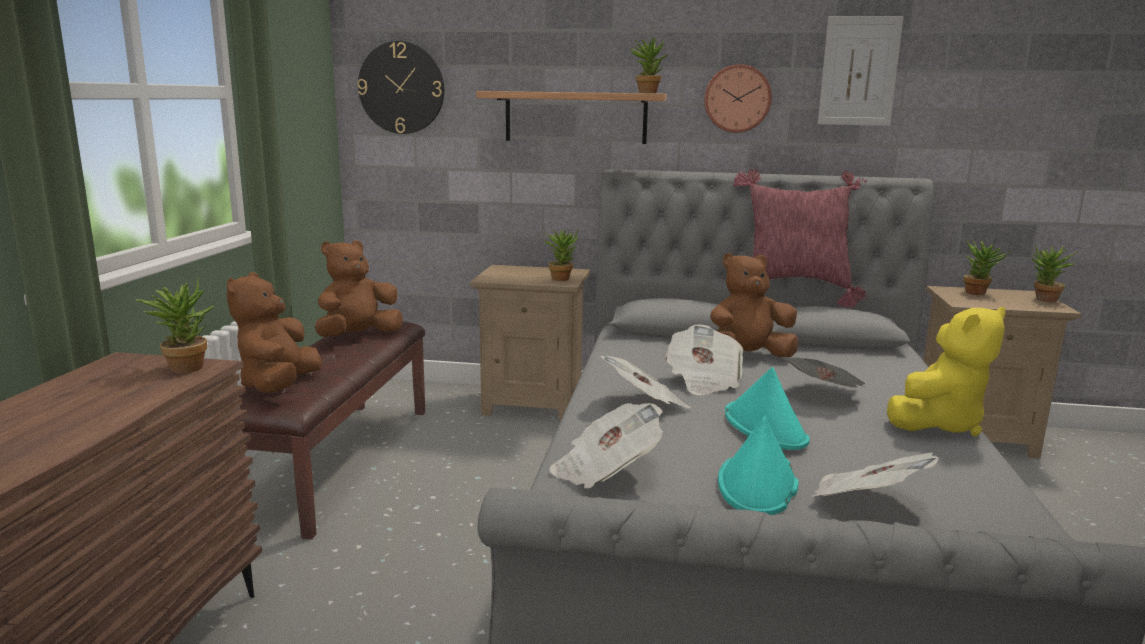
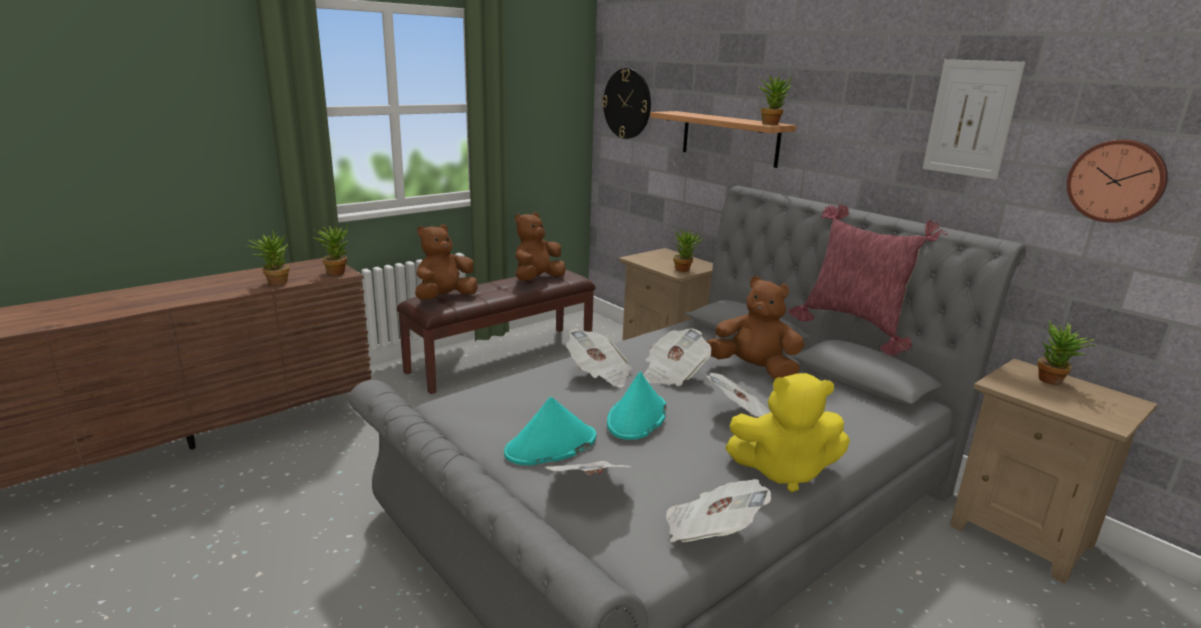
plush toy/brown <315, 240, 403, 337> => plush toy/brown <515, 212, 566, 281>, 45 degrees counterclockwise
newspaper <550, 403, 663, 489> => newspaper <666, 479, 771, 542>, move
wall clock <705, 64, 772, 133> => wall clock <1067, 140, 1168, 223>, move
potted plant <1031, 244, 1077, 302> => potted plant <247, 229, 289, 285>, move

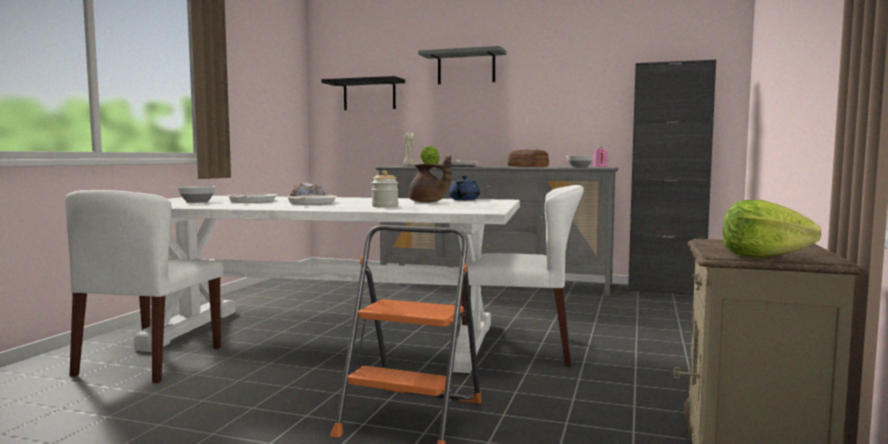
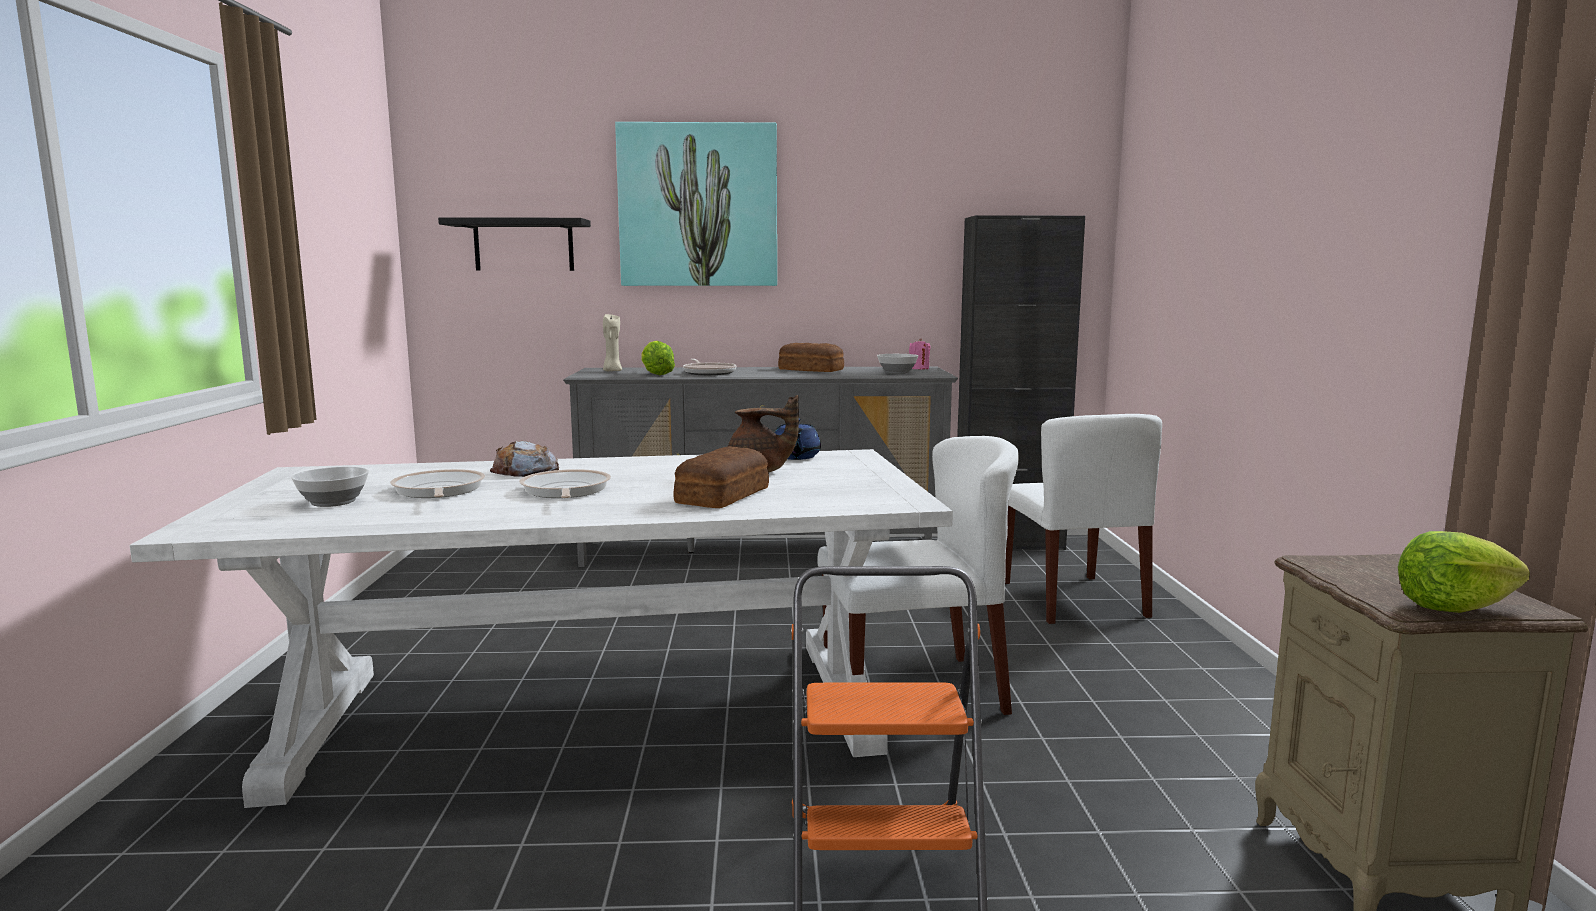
chair/white <65, 190, 223, 383> => chair/white <1005, 414, 1162, 624>, move
jar <372, 171, 398, 208> => bread <674, 446, 769, 508>
shelf/grey <418, 46, 506, 84> => picture <615, 122, 777, 286>

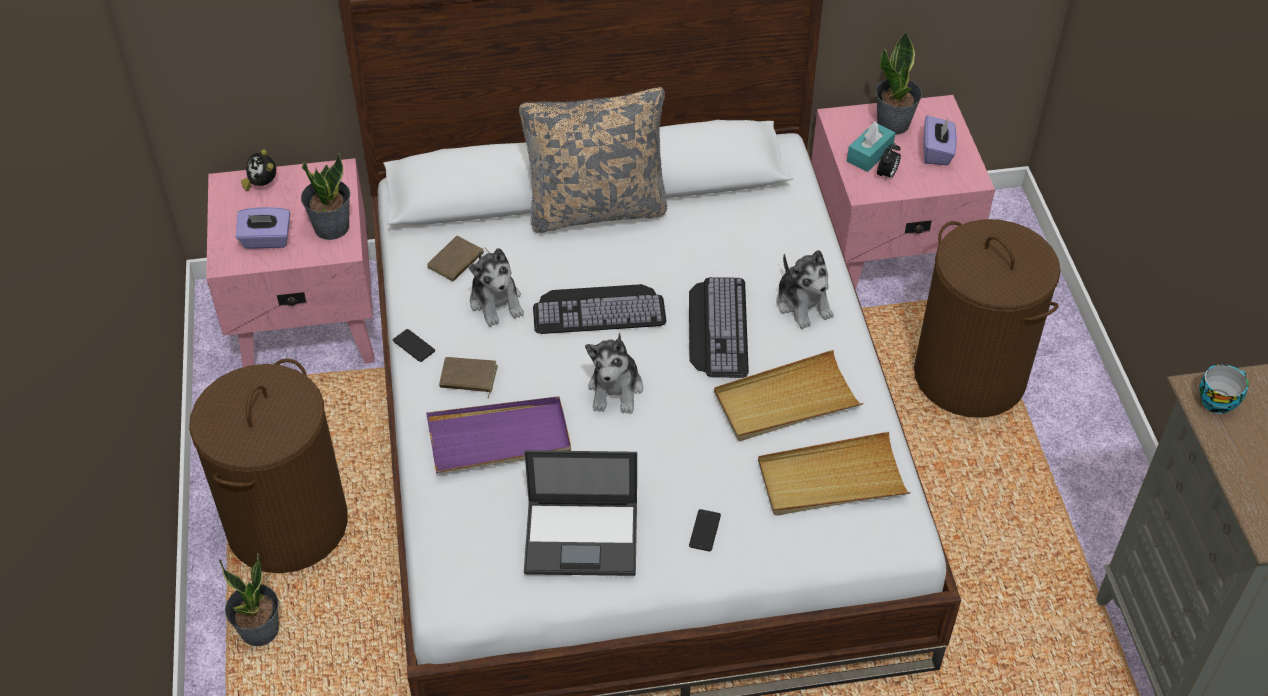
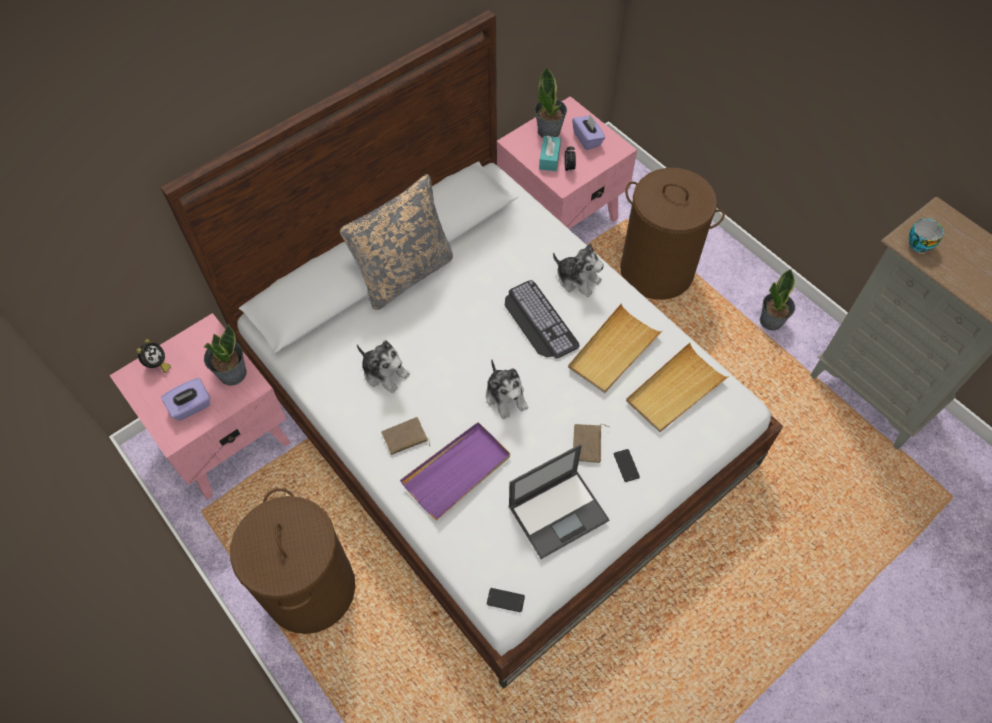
potted plant <219, 553, 279, 646> => potted plant <760, 269, 795, 331>, move
alarm clock <241, 149, 276, 191> => alarm clock <136, 339, 171, 373>, 105 degrees counterclockwise
phone <393, 329, 435, 362> => phone <487, 588, 525, 612>, move
book/brown <427, 236, 490, 282> => book/brown <573, 424, 609, 463>, move
keyboard <533, 284, 666, 334> => nothing

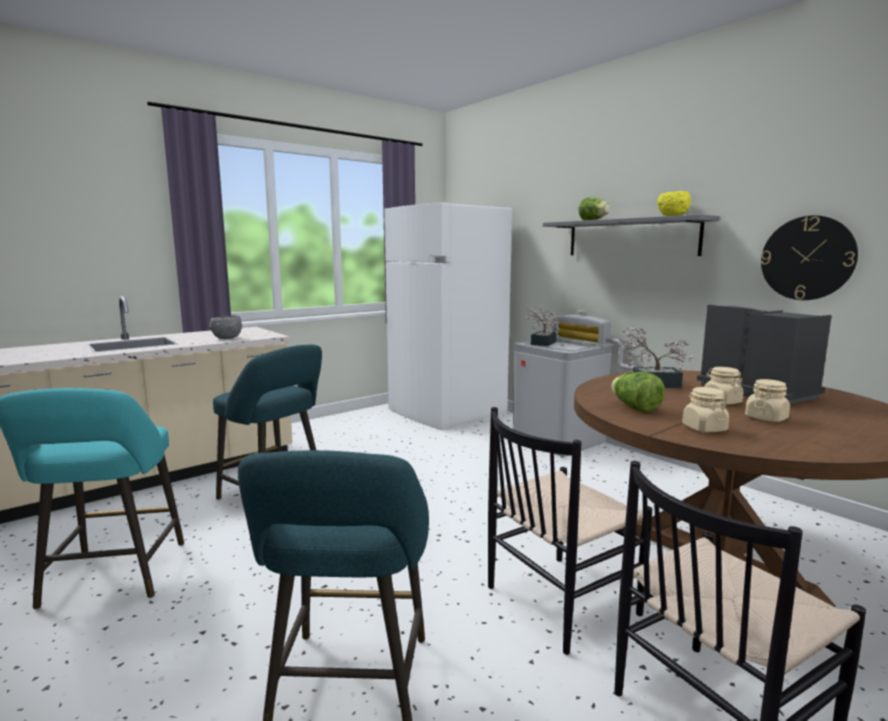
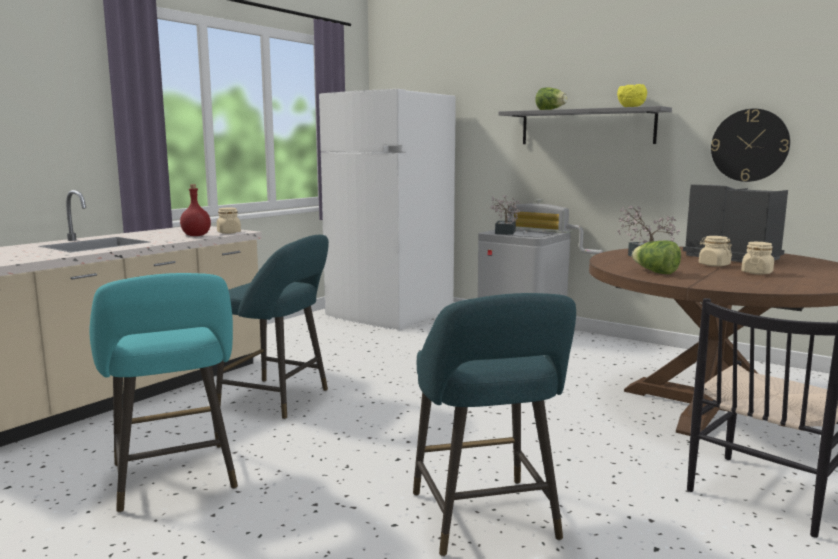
bowl/grey <209, 315, 242, 339> => bottle/red <180, 184, 211, 236>
chair/black <488, 407, 652, 655> => nothing
jar/beige <682, 387, 729, 432> => jar/beige <217, 208, 241, 234>, move

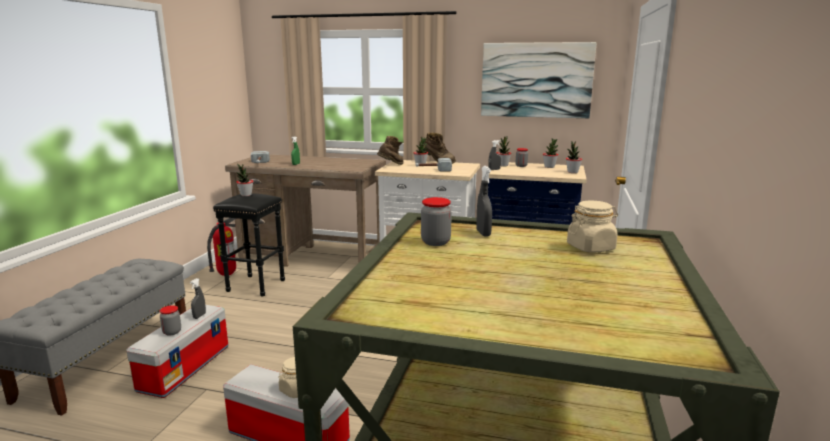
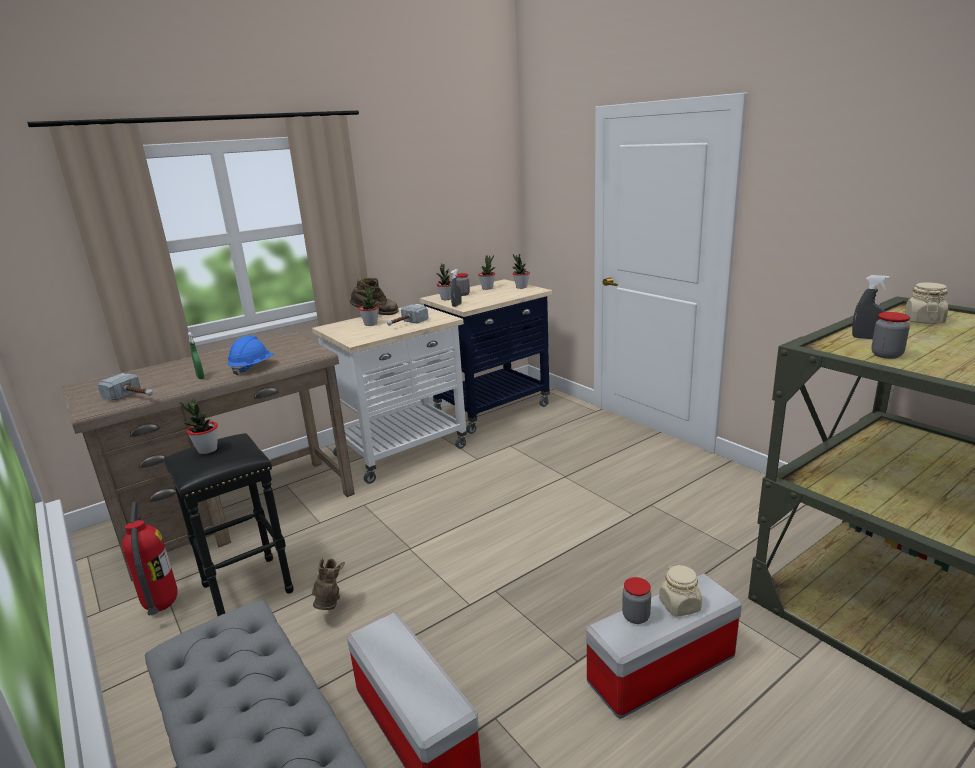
jar <160, 305, 181, 335> => jar <622, 577, 651, 624>, move
spray bottle/grey <190, 278, 206, 319> => nothing
boot/brown <377, 136, 404, 165> => boot/brown <312, 558, 345, 610>, move
picture <481, 42, 597, 118> => nothing
nothing => hard hat/blue <228, 335, 274, 376>

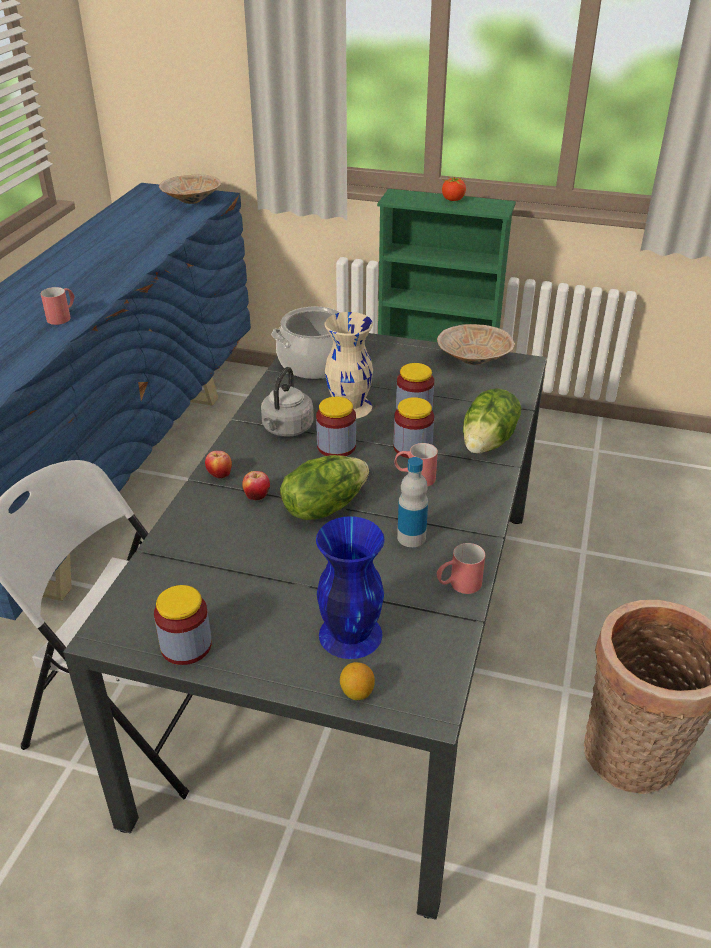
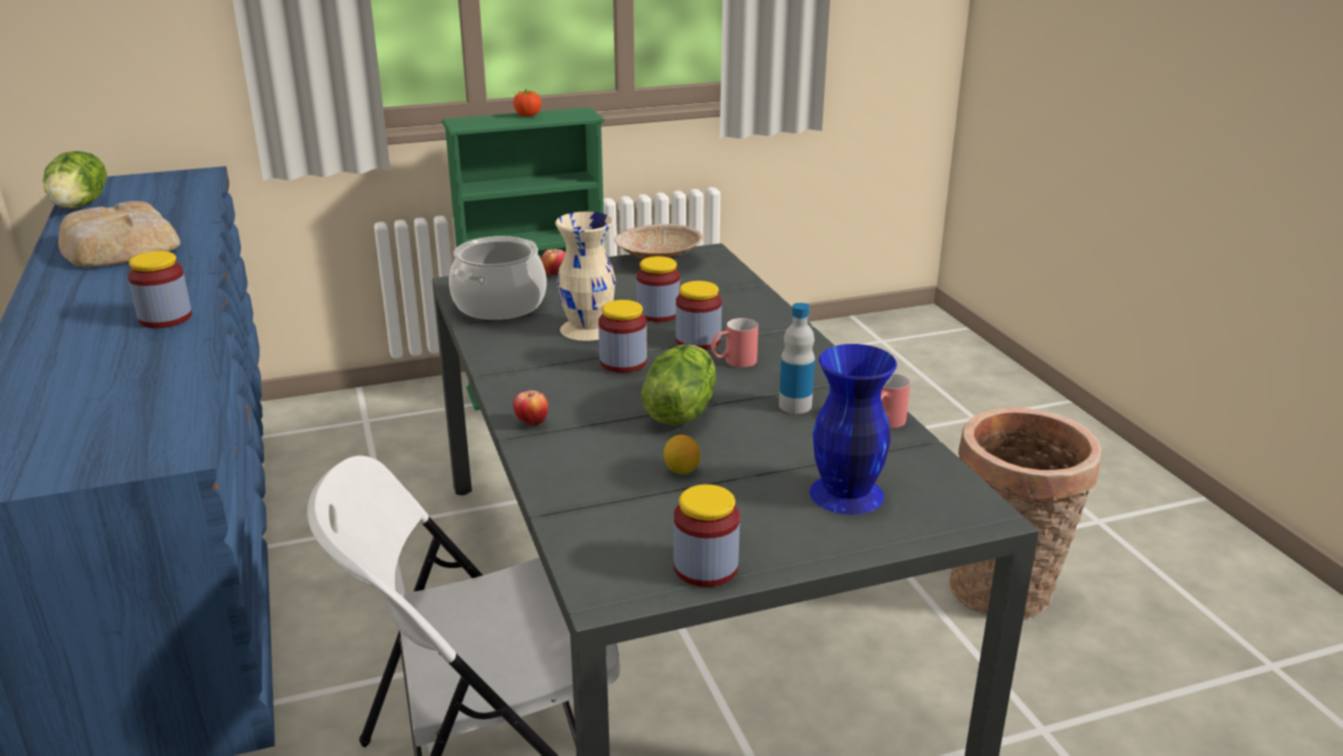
mug/red <41, 287, 74, 325> => jar <128, 251, 192, 328>
bowl/beige <159, 174, 221, 204> => nothing
apple <242, 471, 270, 500> => apple <541, 249, 565, 276>, move
kettle/grey <261, 367, 314, 437> => nothing
lemon <340, 662, 375, 700> => lemon <664, 435, 700, 475>, move
lettuce <463, 388, 521, 454> => lettuce <43, 151, 107, 208>, move
nothing => bread <58, 201, 180, 267>

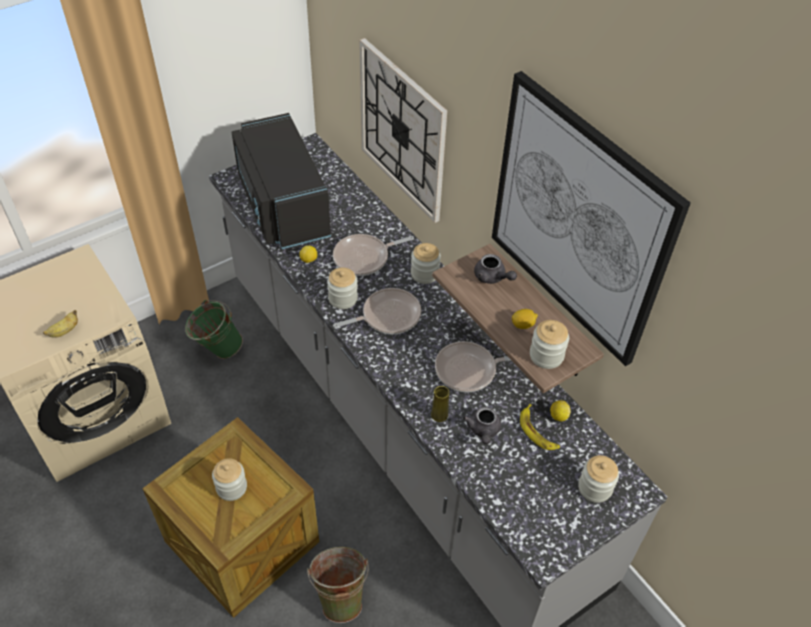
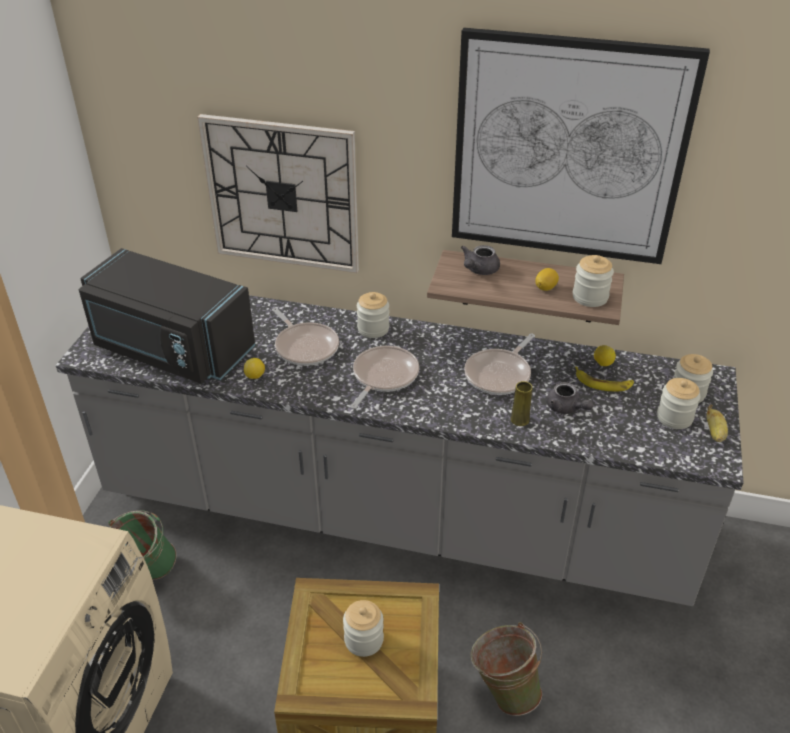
banana <43, 310, 78, 338> => banana <706, 404, 728, 442>, move
jar <327, 267, 358, 309> => jar <657, 378, 700, 429>, move
frying pan <333, 234, 414, 276> => frying pan <272, 308, 339, 366>, 60 degrees counterclockwise
teapot/grey <474, 254, 517, 284> => teapot/grey <461, 245, 500, 275>, 120 degrees clockwise

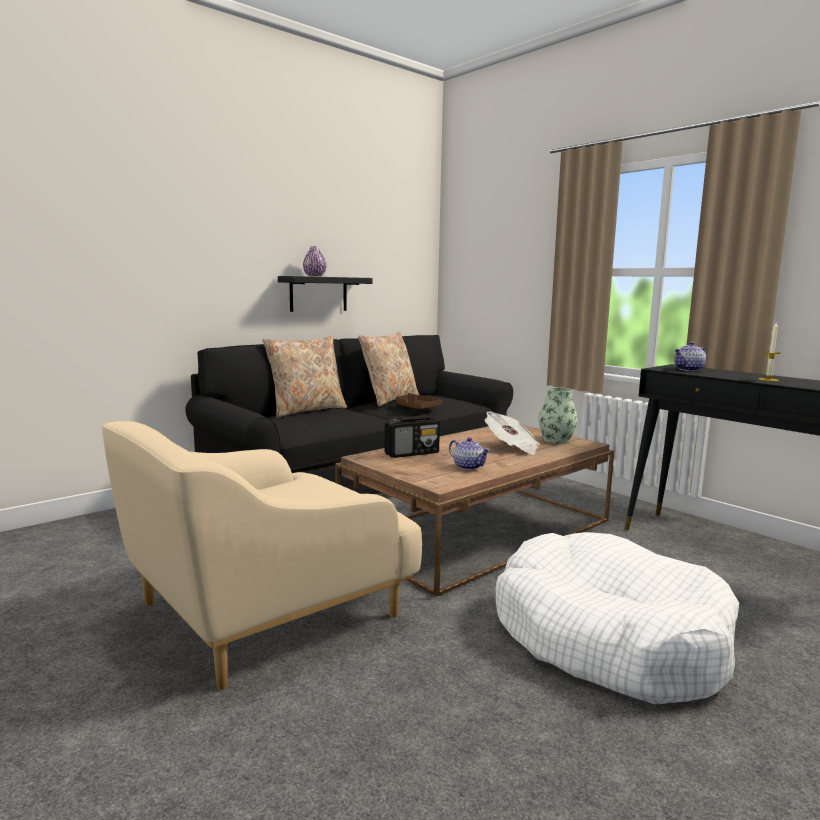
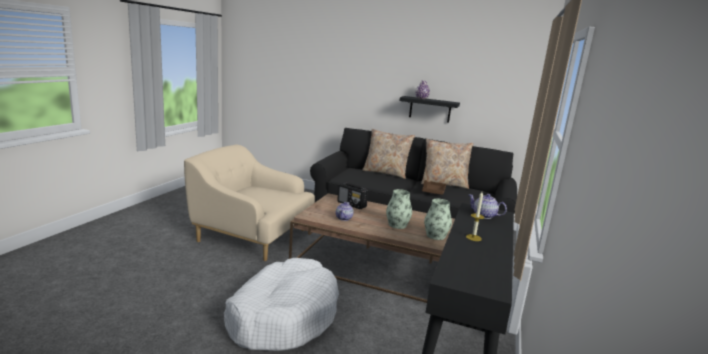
newspaper <485, 411, 540, 455> => vase <386, 189, 412, 229>

